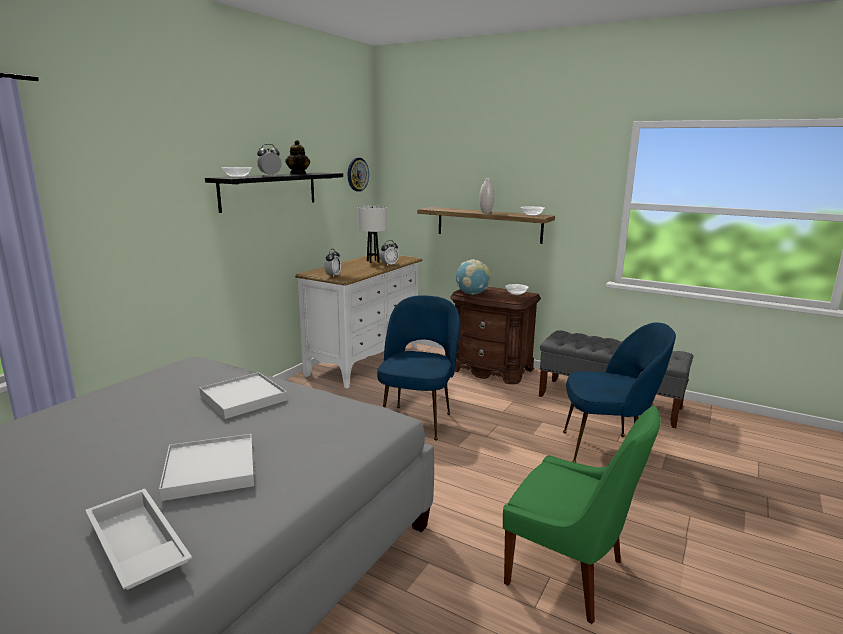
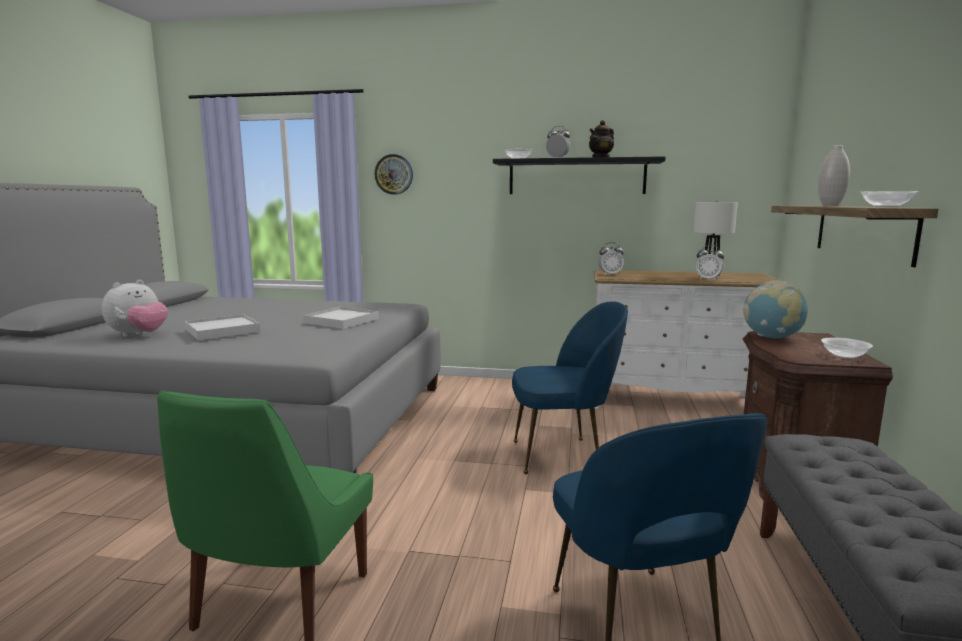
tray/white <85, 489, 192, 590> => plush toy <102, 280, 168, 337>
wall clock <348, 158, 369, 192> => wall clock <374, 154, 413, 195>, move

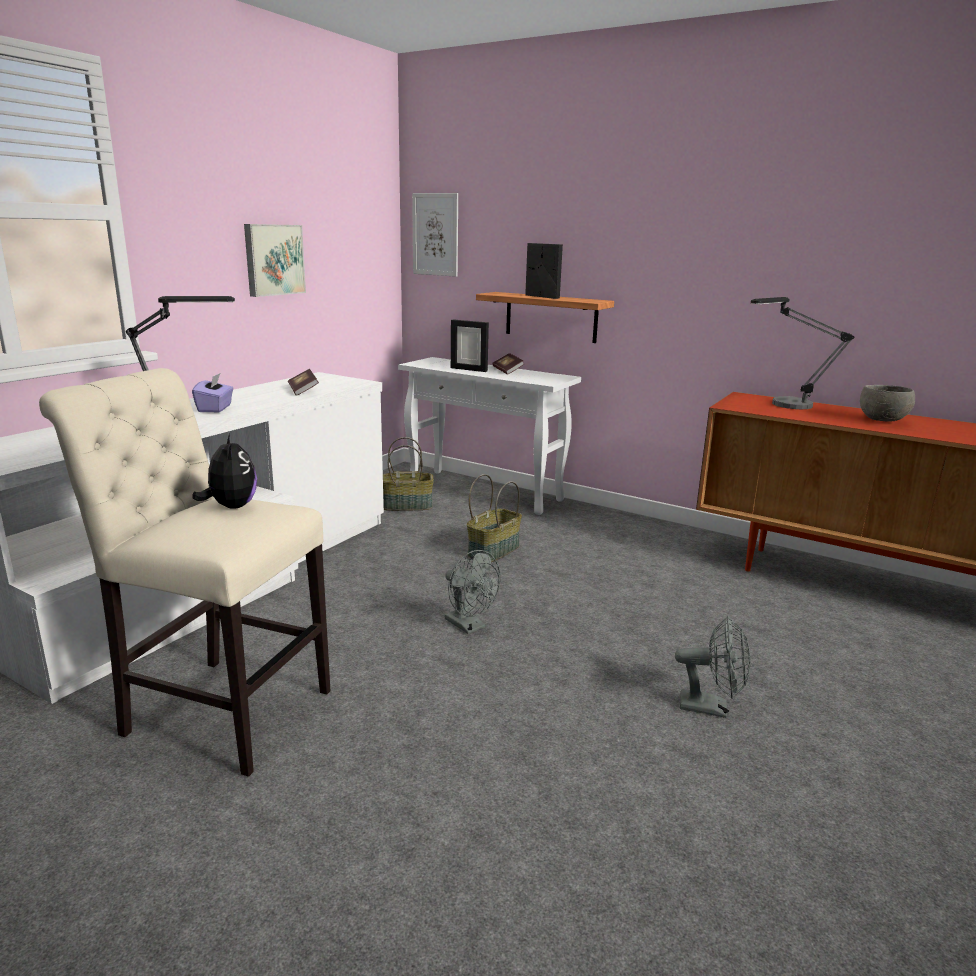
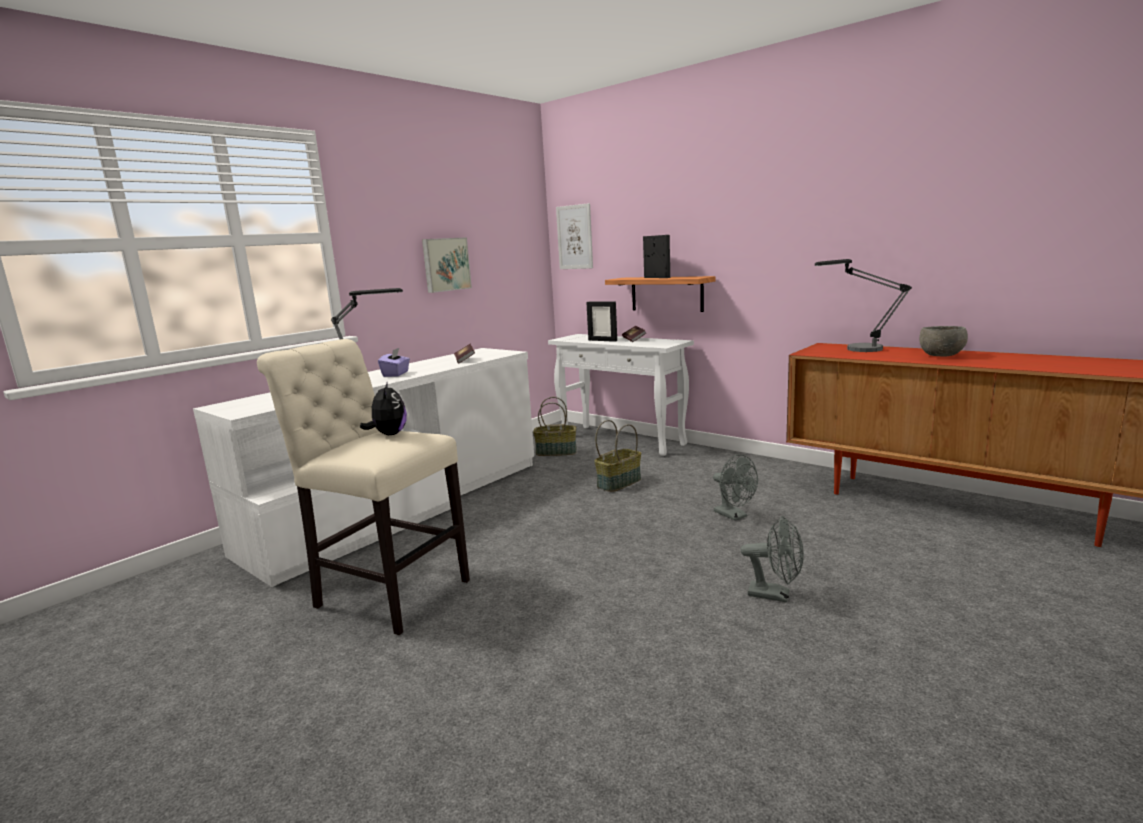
fan/grey <445, 550, 500, 634> => fan/grey <713, 455, 758, 521>, move

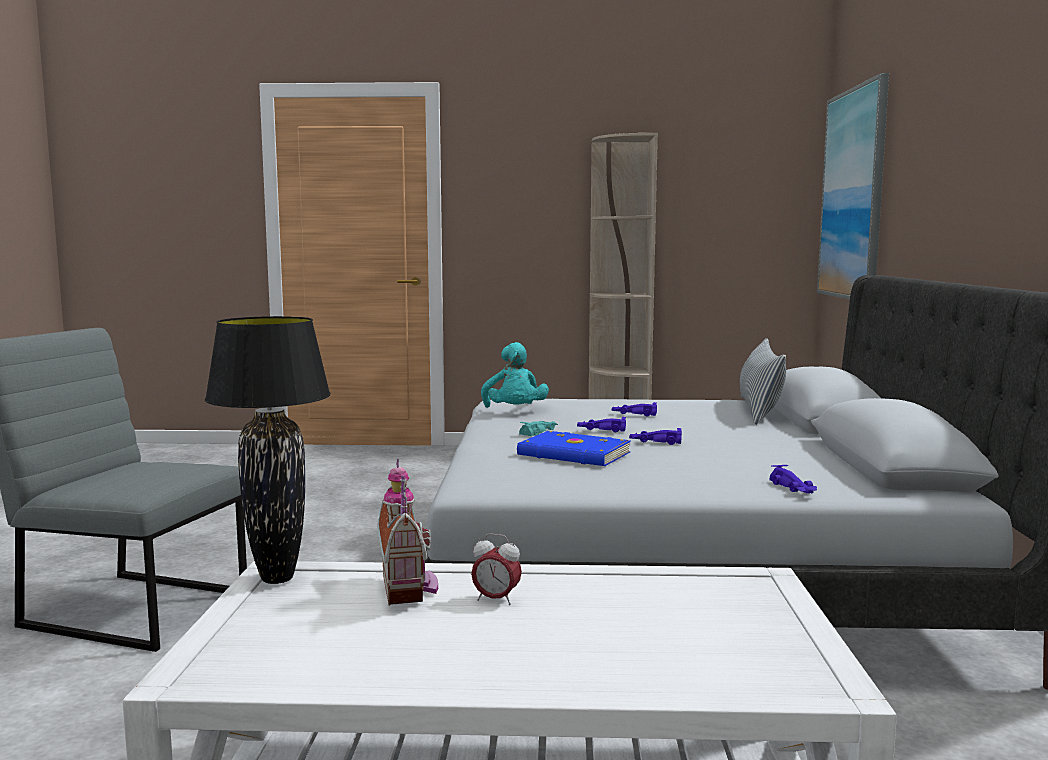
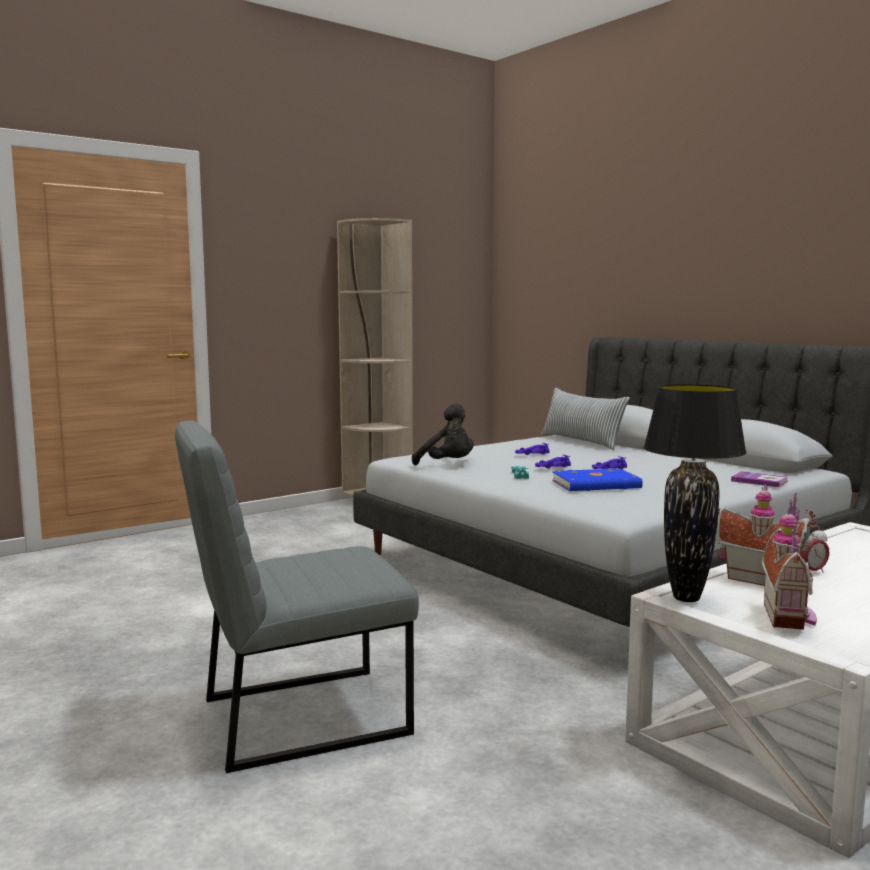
plush toy/turquoise <481, 342, 549, 408> => plush toy/black <412, 404, 473, 465>
toy car/purple <770, 465, 817, 494> => book <731, 471, 788, 487>
picture <817, 73, 889, 299> => nothing
nothing => toy house <761, 507, 817, 630>

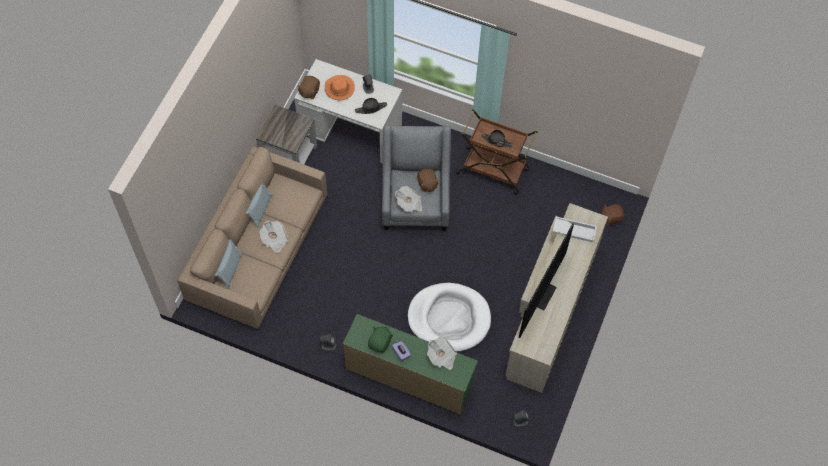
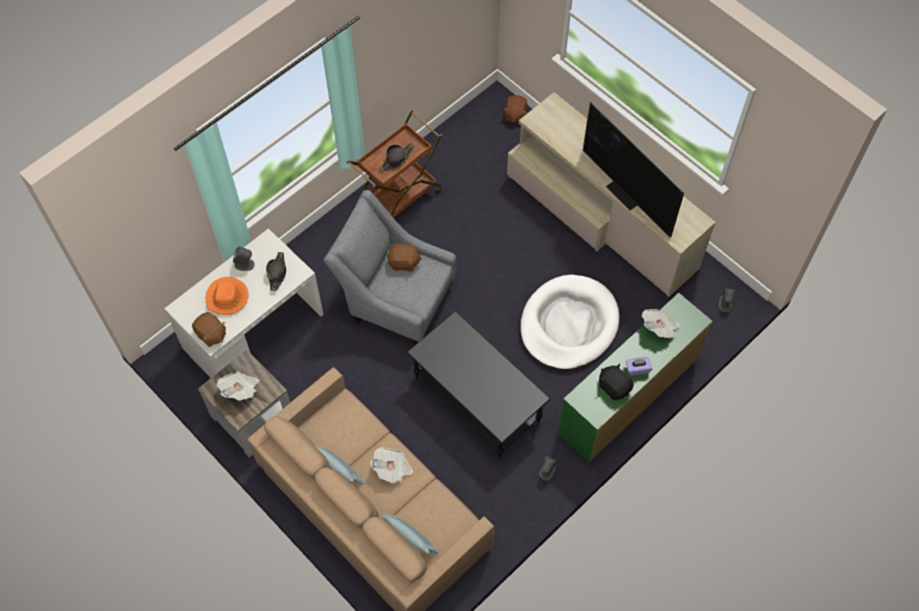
plush toy/green <368, 326, 393, 353> => plush toy/black <599, 363, 634, 400>
newspaper <395, 186, 422, 212> => newspaper <217, 371, 259, 401>, move
tray/white <553, 217, 597, 242> => nothing
nothing => coffee table/black <407, 311, 550, 458>

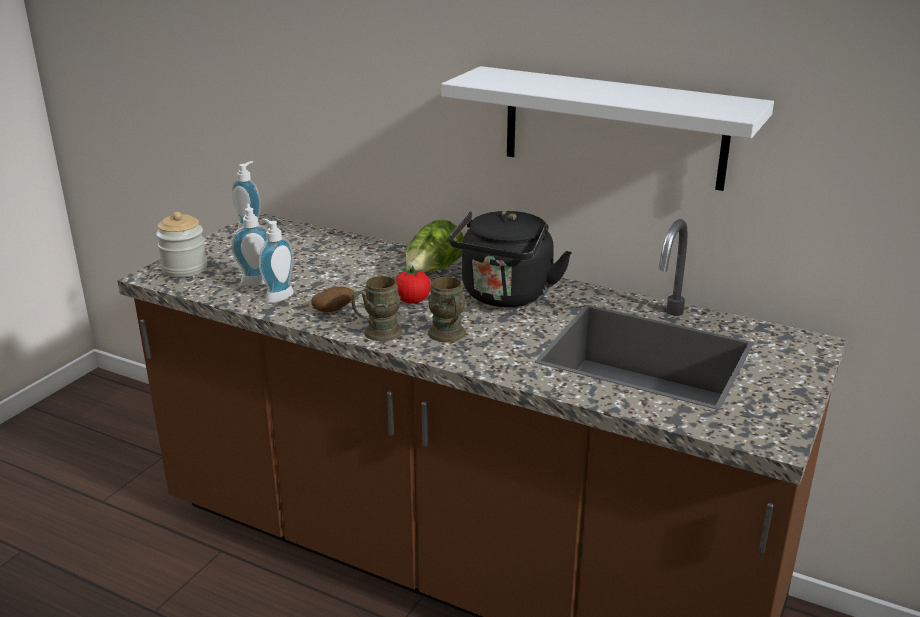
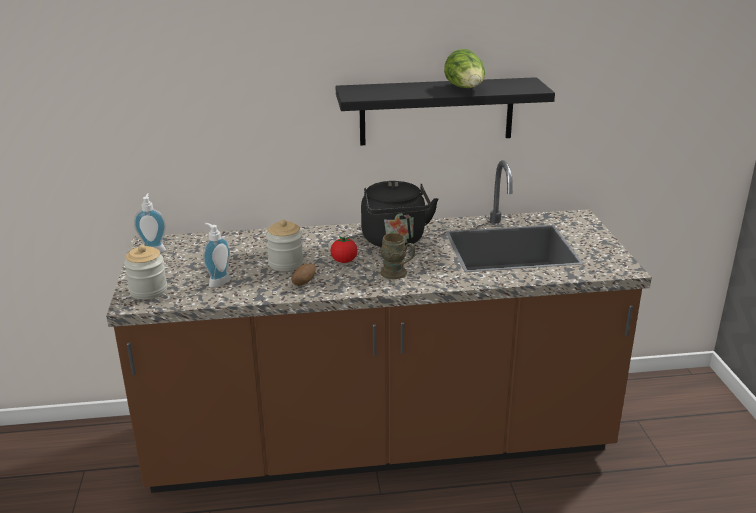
soap dispenser <259, 218, 294, 303> => nothing
mug/brown <351, 276, 402, 341> => nothing
lettuce <405, 219, 464, 273> => lettuce <444, 49, 485, 88>, move
shelf/white <441, 66, 774, 191> => shelf/black <335, 77, 555, 145>
nothing => jar <266, 220, 304, 271>

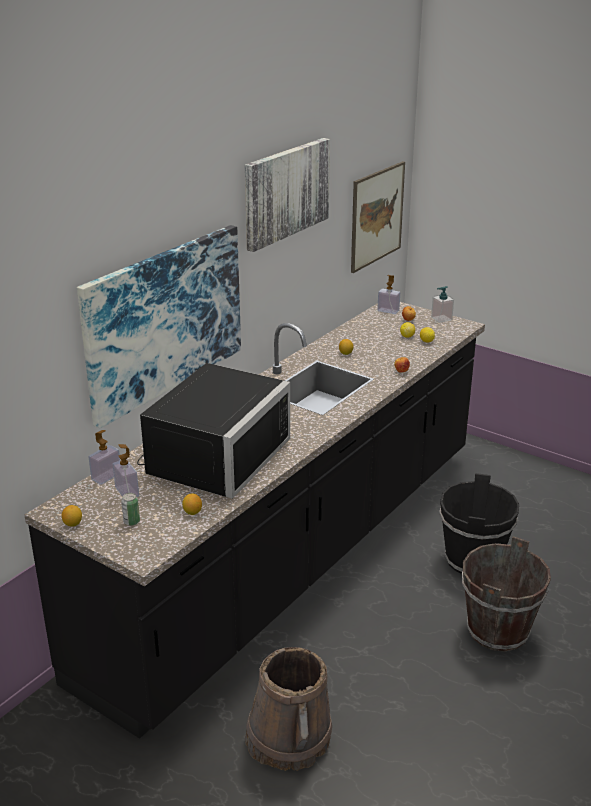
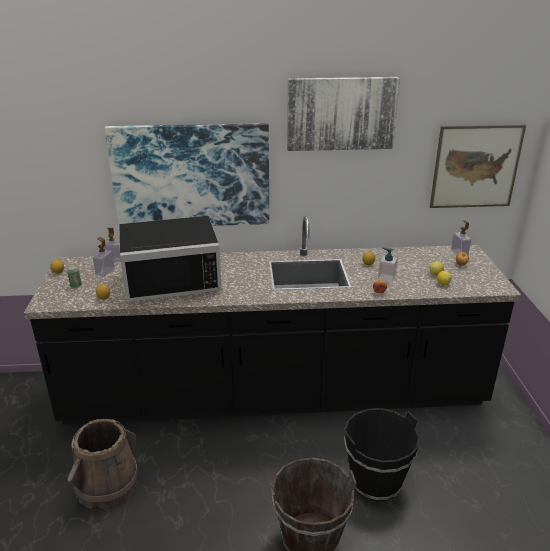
soap dispenser <431, 286, 454, 323> => soap dispenser <378, 247, 398, 283>, move

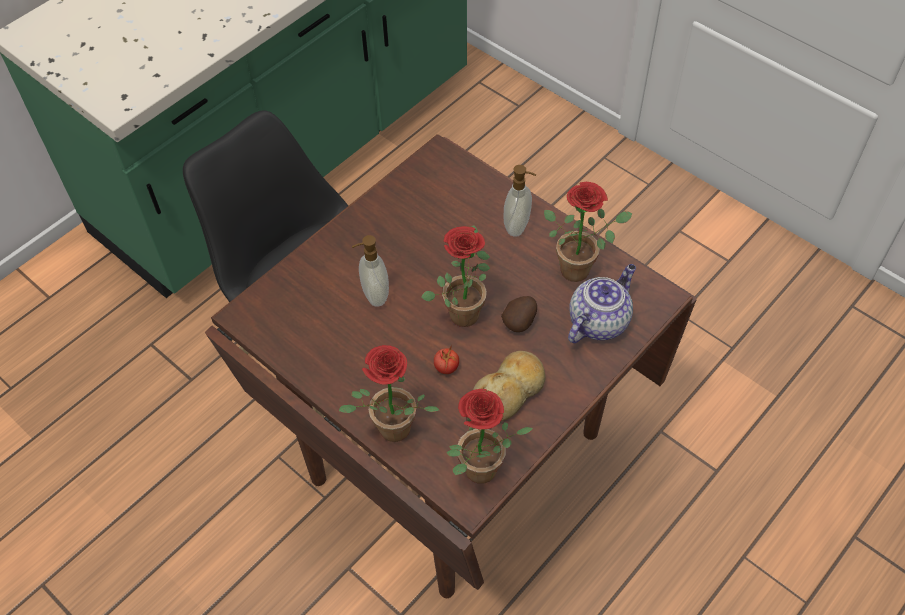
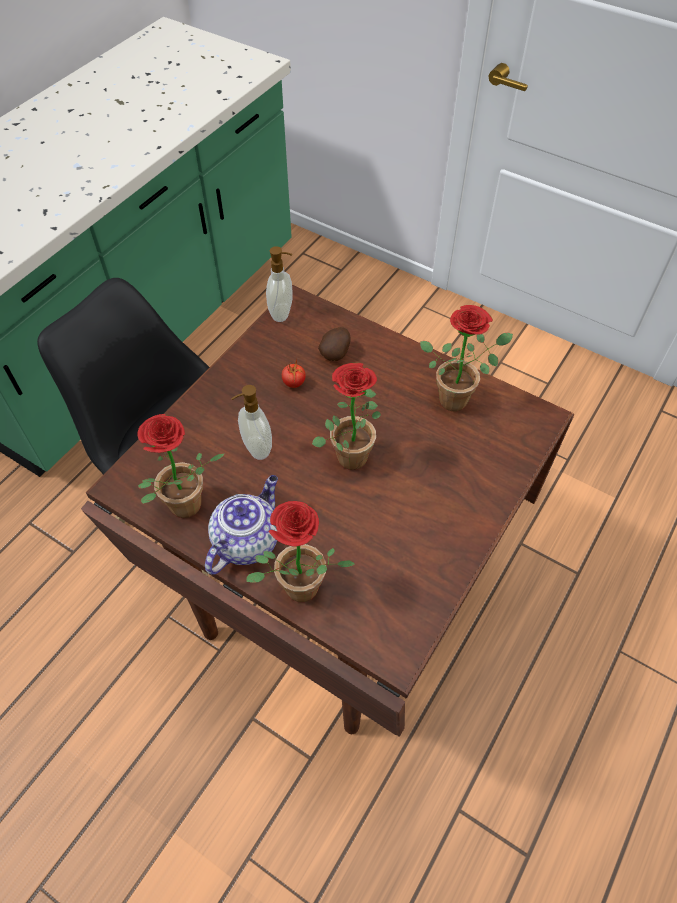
tomato <434, 345, 459, 374> => tomato <282, 360, 306, 388>, move
potted plant <446, 389, 533, 484> => potted plant <137, 414, 225, 518>, move
bread <473, 351, 546, 421> => nothing
potato <501, 296, 537, 332> => potato <318, 327, 351, 361>, move
soap dispenser <504, 165, 536, 237> => soap dispenser <266, 246, 293, 322>, move
teapot <568, 264, 636, 343> => teapot <205, 475, 278, 574>, move

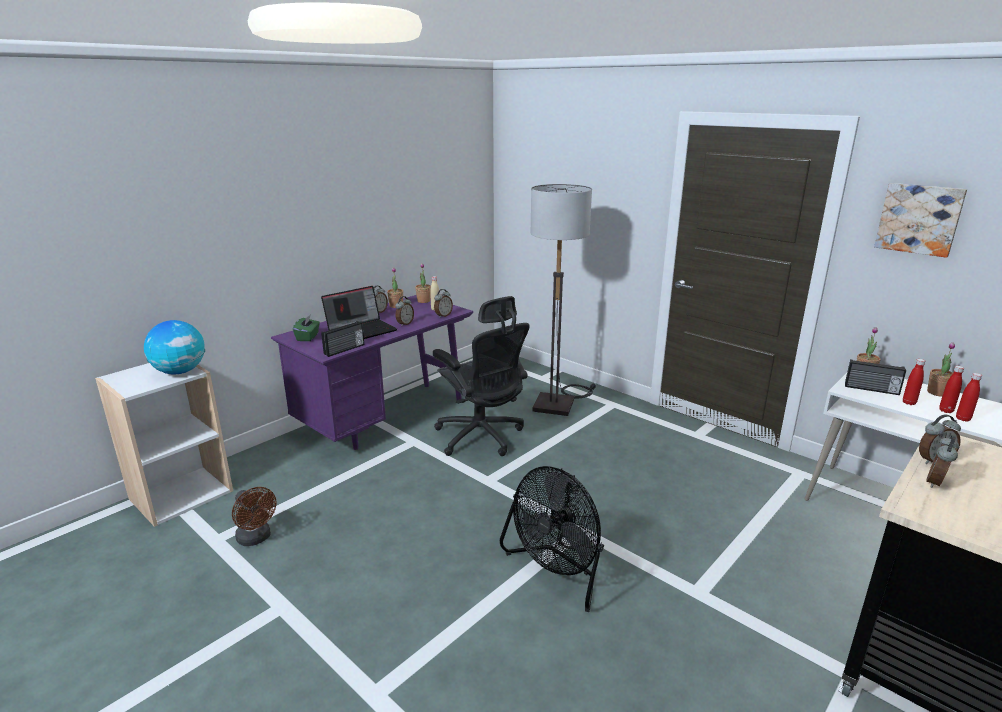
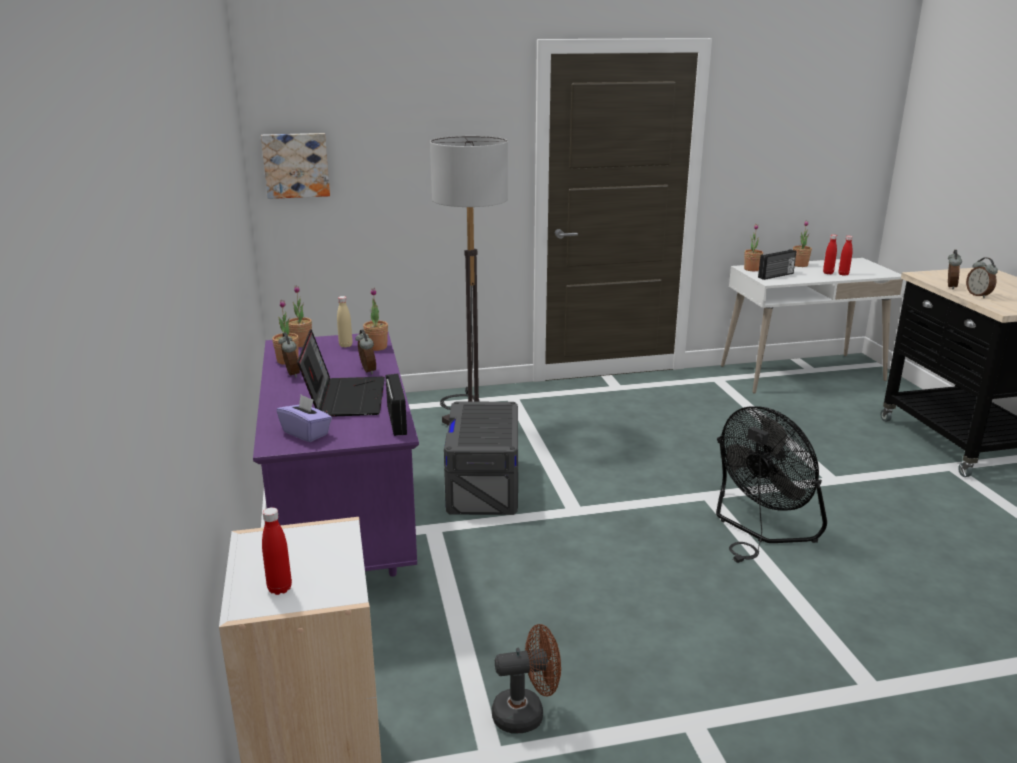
globe <144, 320, 205, 374> => nothing
tissue box/green <293, 314, 320, 341> => tissue box/purple <277, 395, 332, 442>
office chair <433, 296, 530, 456> => storage box/grey <444, 402, 518, 515>
alarm clock <434, 289, 453, 318> => potted plant <363, 288, 388, 351>
fan/black <500, 466, 604, 612> => fan/black <716, 406, 827, 563>, 120 degrees counterclockwise
picture <874, 183, 967, 258> => picture <261, 133, 330, 199>, move
bottle/red <903, 359, 925, 405> => bottle/red <262, 507, 292, 595>, move

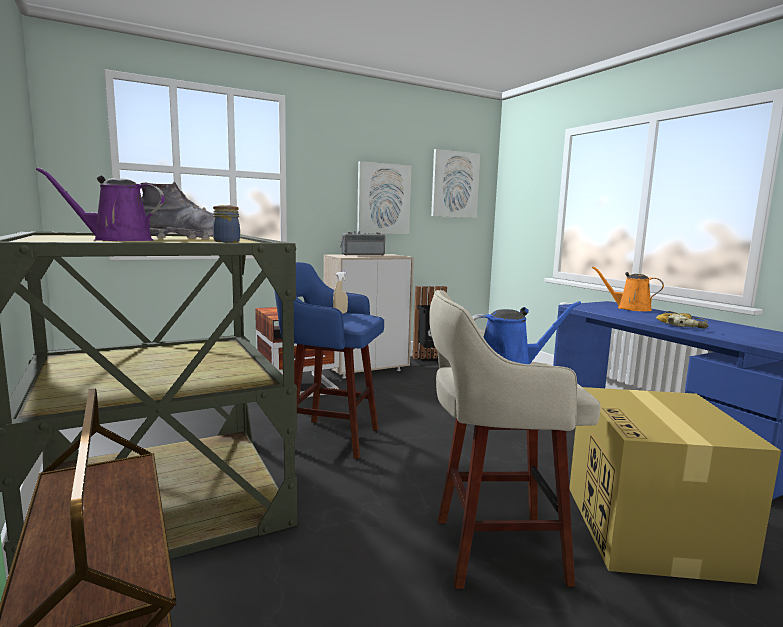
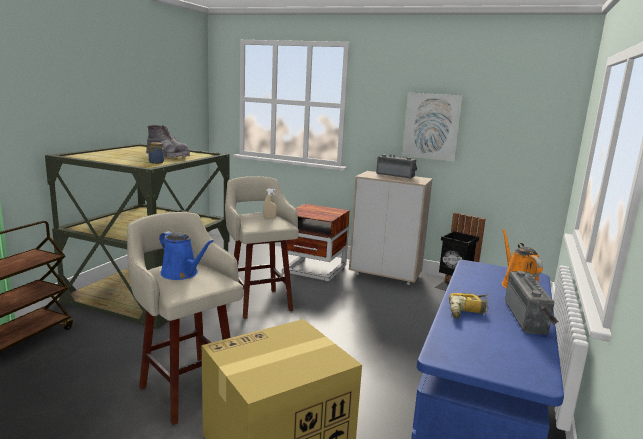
watering can/purple <36, 168, 165, 241> => nothing
stool/blue <274, 262, 384, 459> => stool/beige <225, 176, 299, 319>
picture <431, 149, 480, 218> => nothing
nothing => radio <505, 271, 558, 335>

